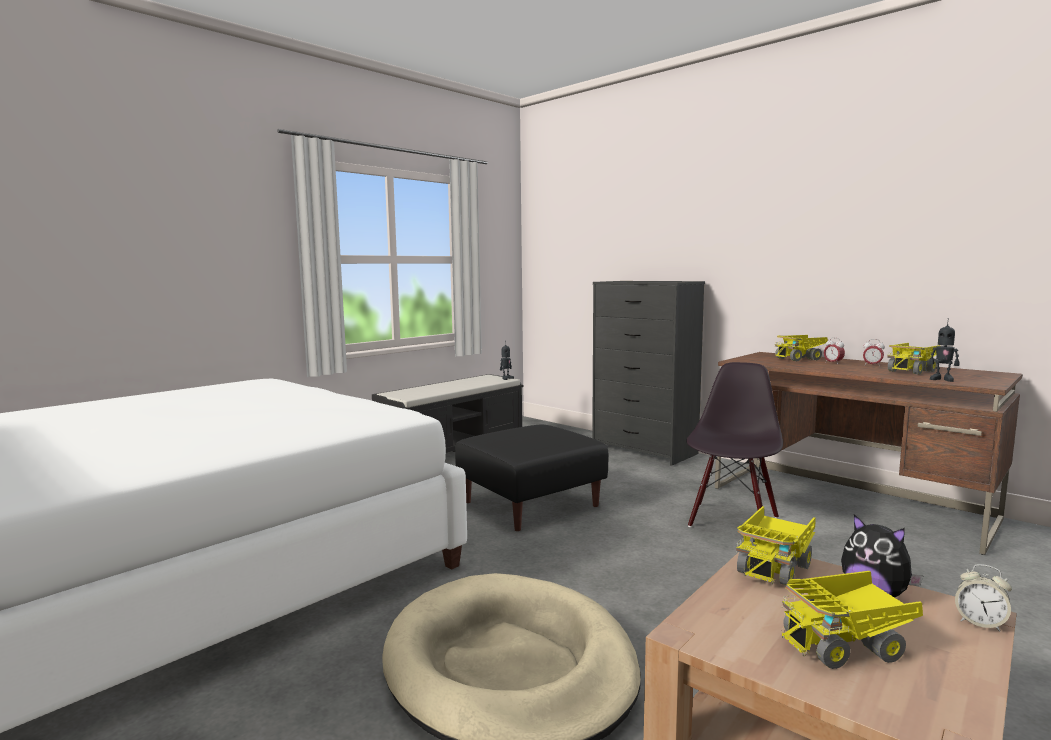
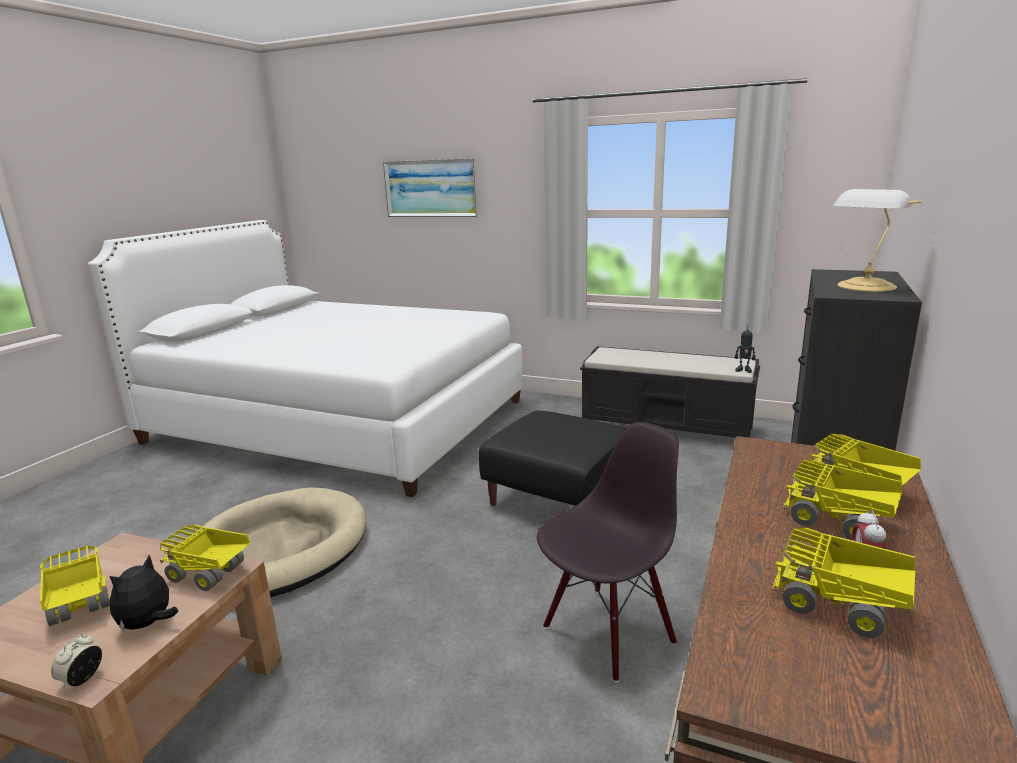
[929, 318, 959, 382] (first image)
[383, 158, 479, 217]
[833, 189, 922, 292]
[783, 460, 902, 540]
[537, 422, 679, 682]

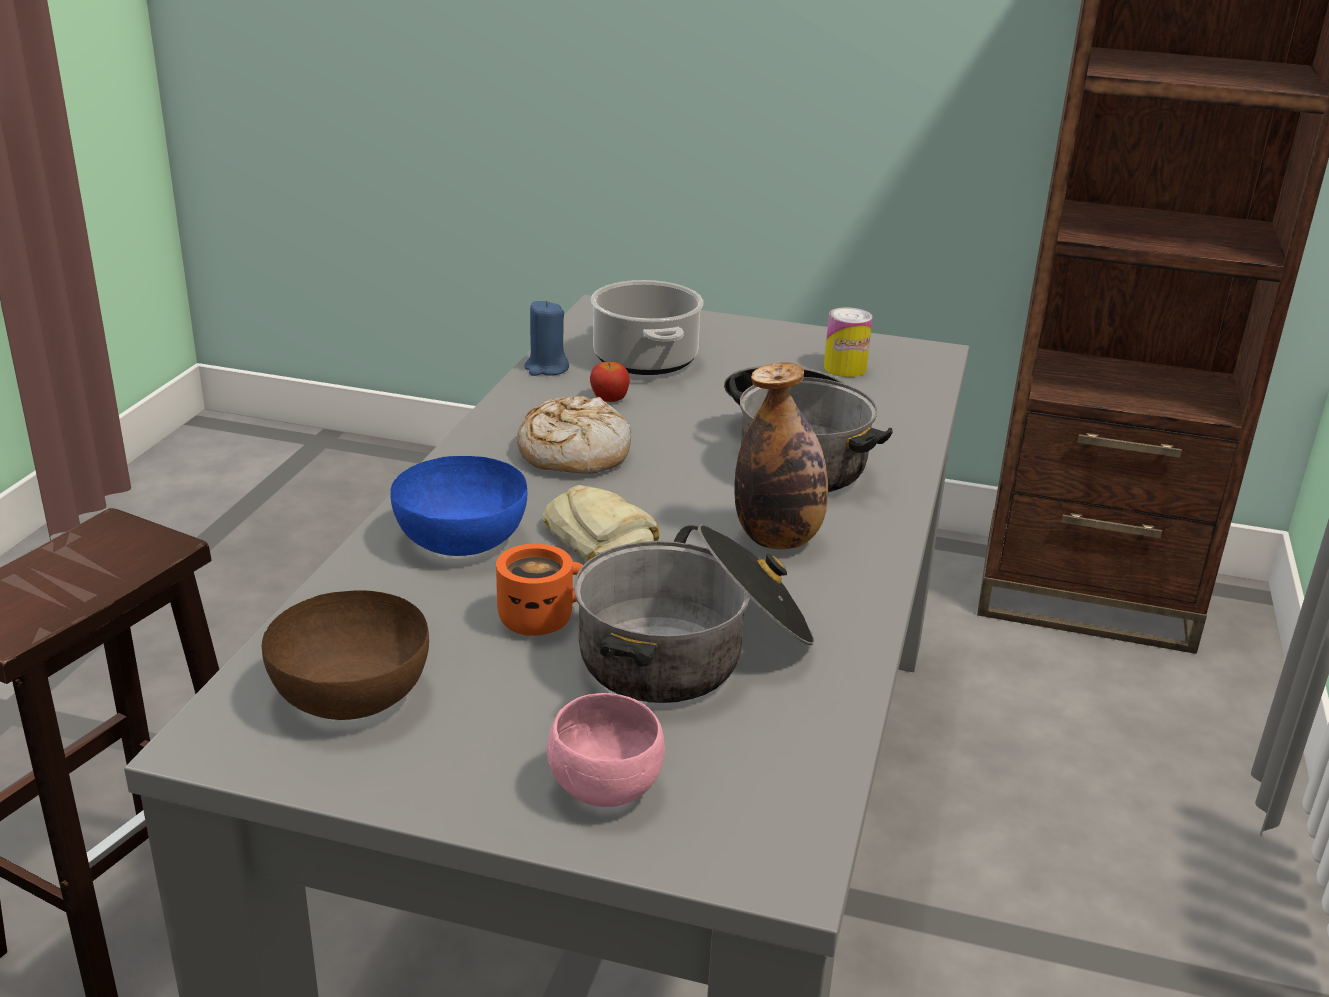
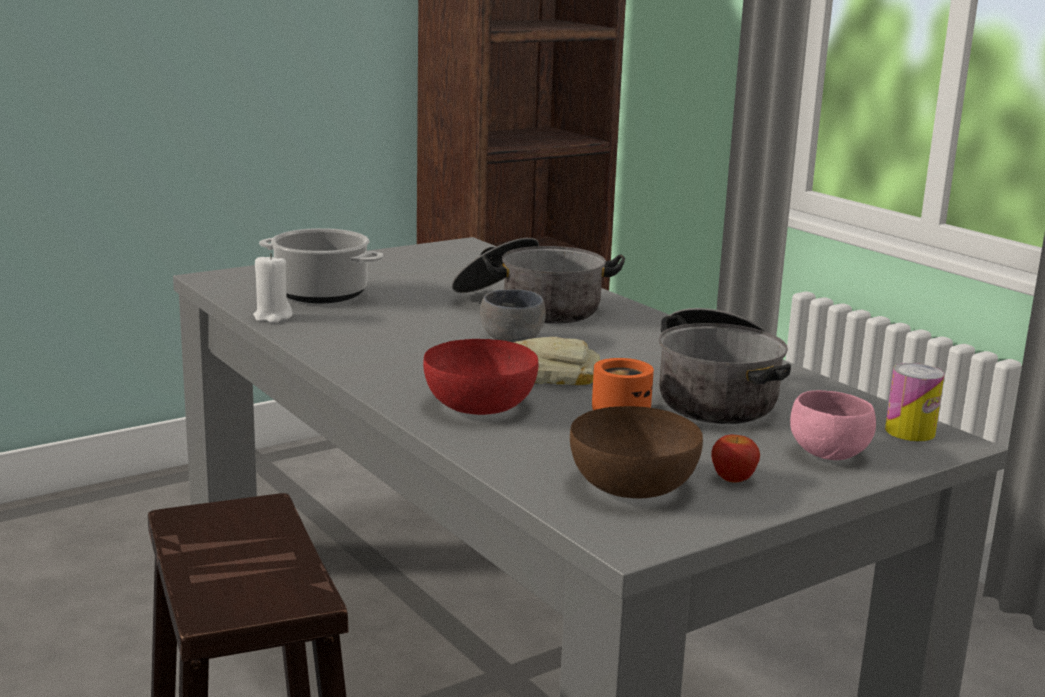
[517, 396, 631, 473] (first image)
[734, 363, 828, 550] (first image)
[480, 289, 546, 342]
[711, 434, 760, 482]
[885, 363, 944, 441]
[423, 339, 539, 415]
[253, 253, 293, 323]

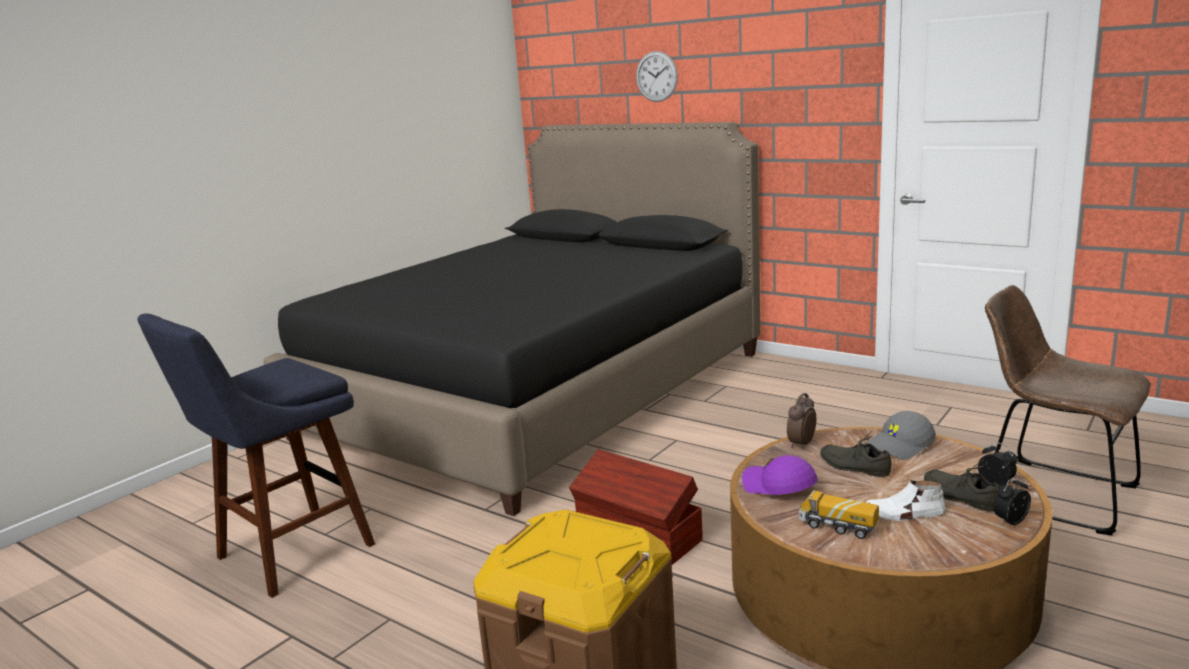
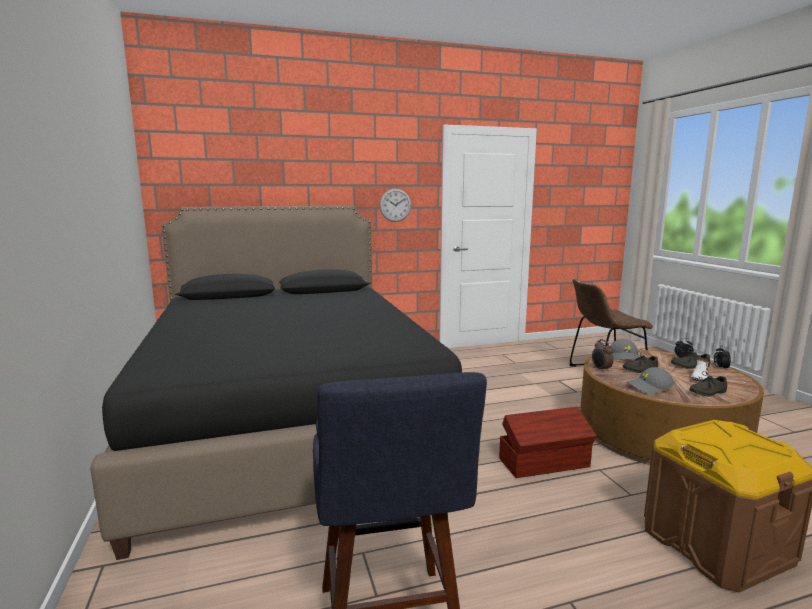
[380, 188, 411, 222]
[689, 369, 727, 397]
[627, 367, 674, 395]

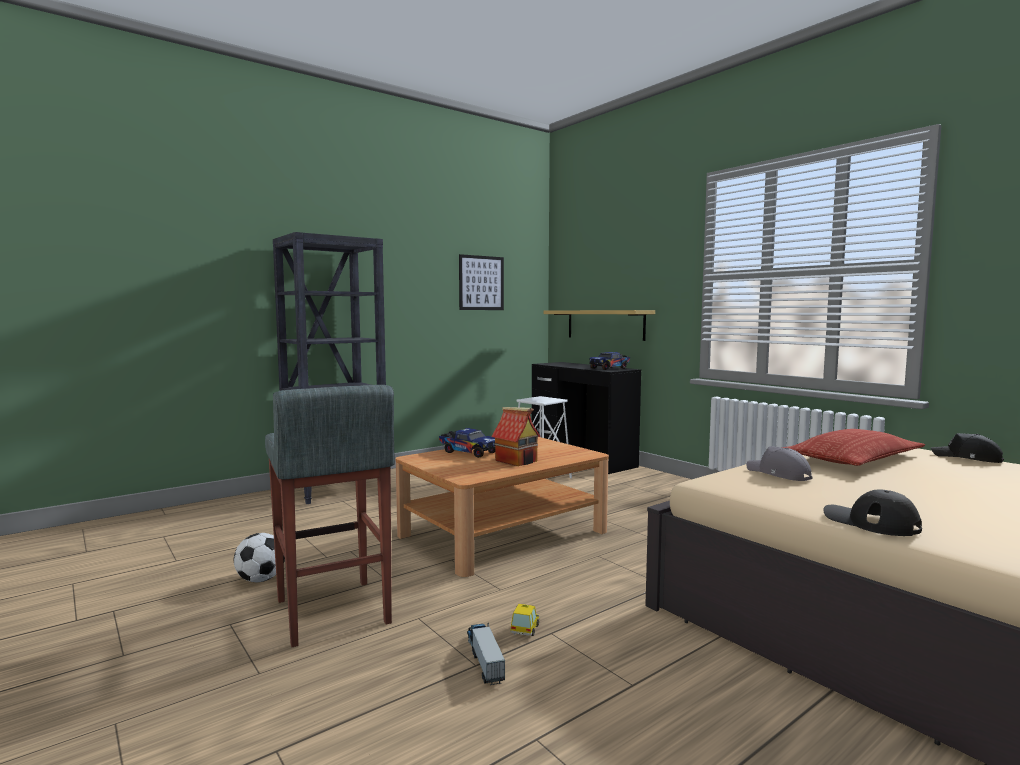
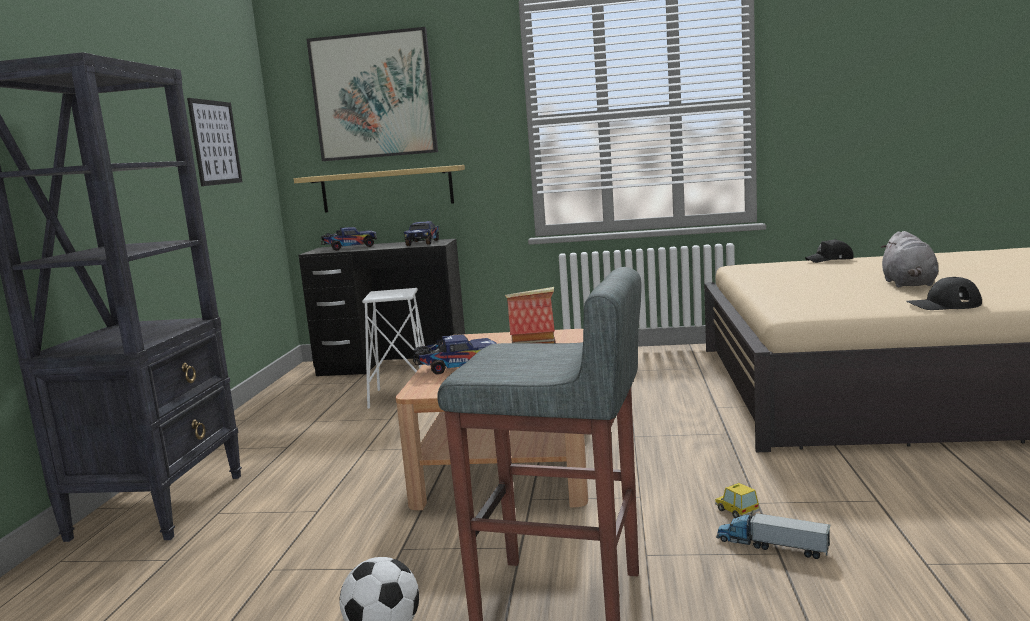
[746, 446, 812, 481] (first image)
[782, 429, 925, 466] (first image)
[307, 27, 438, 161]
[320, 227, 377, 251]
[881, 231, 938, 287]

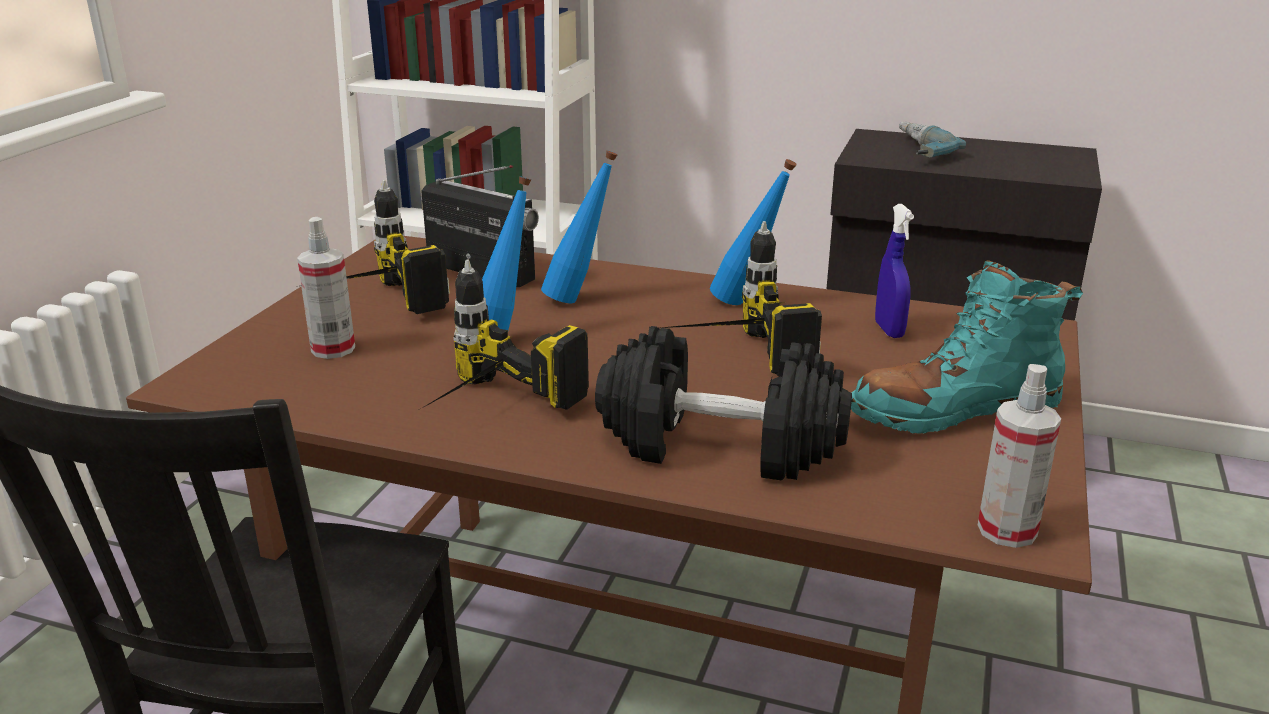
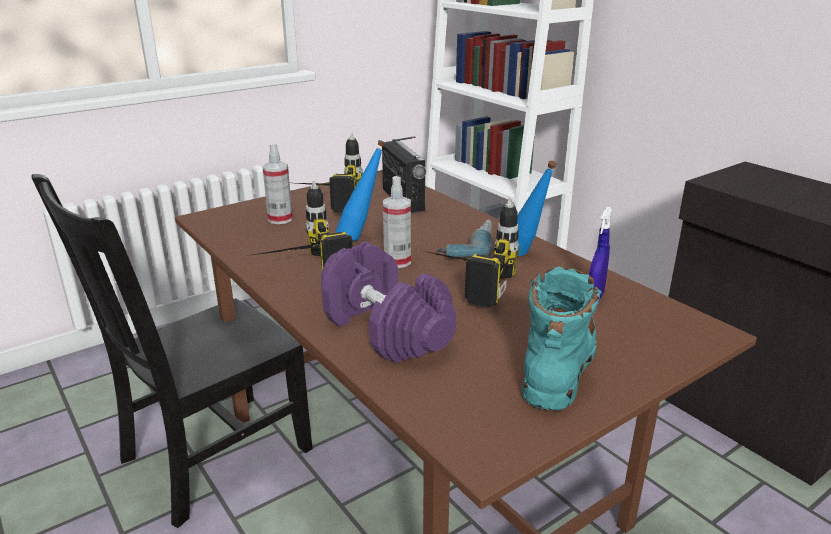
[541, 151, 617, 303] (first image)
[437, 220, 493, 257]
[383, 176, 411, 268]
[321, 242, 456, 363]
[522, 267, 602, 411]

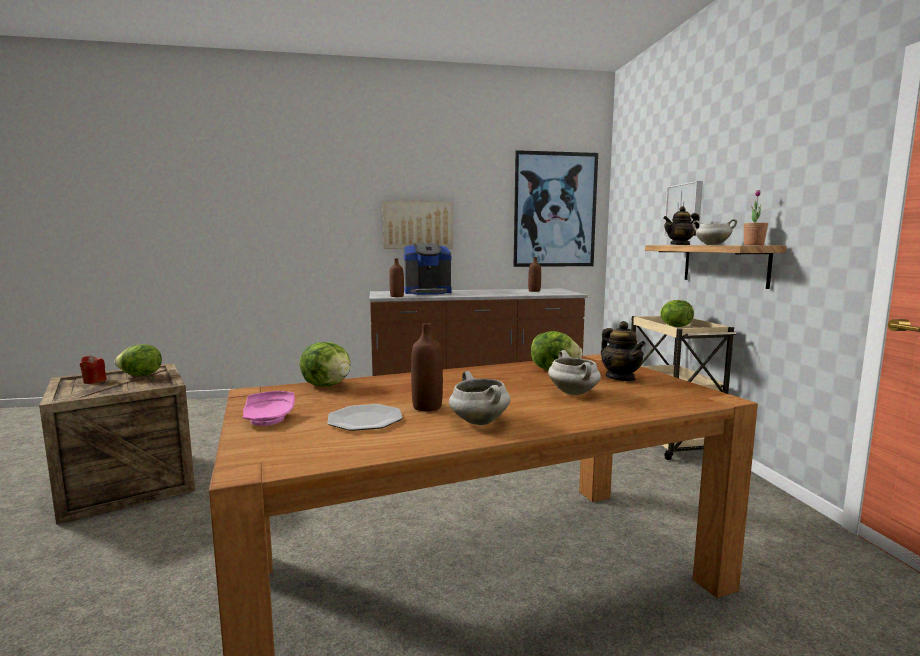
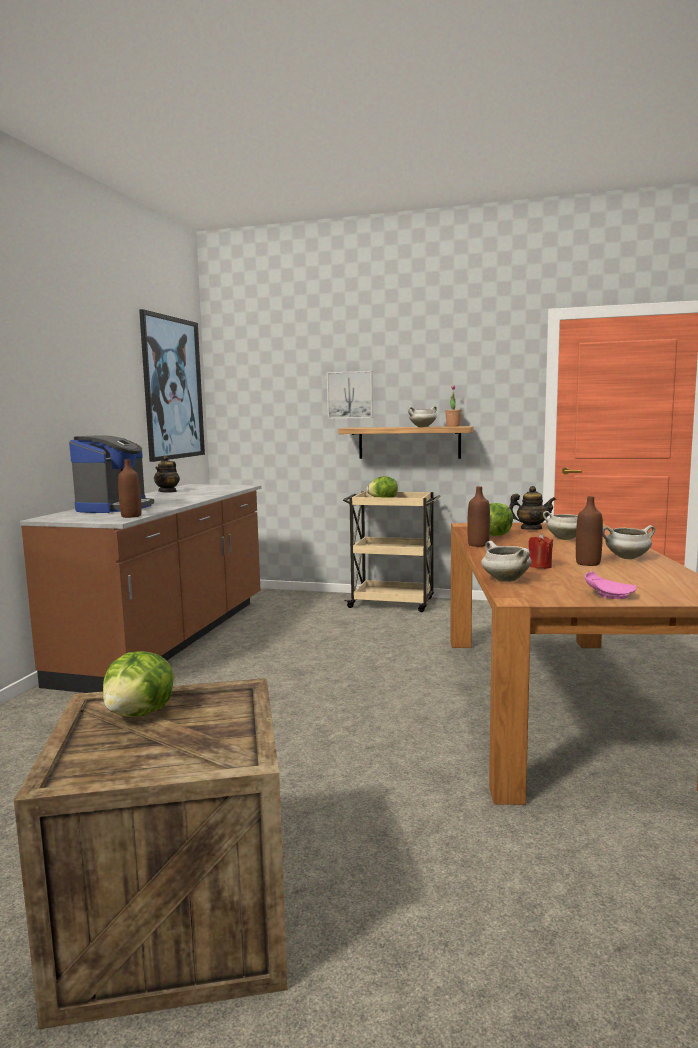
[328, 404, 402, 431] (first image)
[383, 201, 453, 249] (first image)
[529, 533, 553, 569]
[467, 486, 490, 547]
[154, 456, 180, 493]
[481, 541, 532, 582]

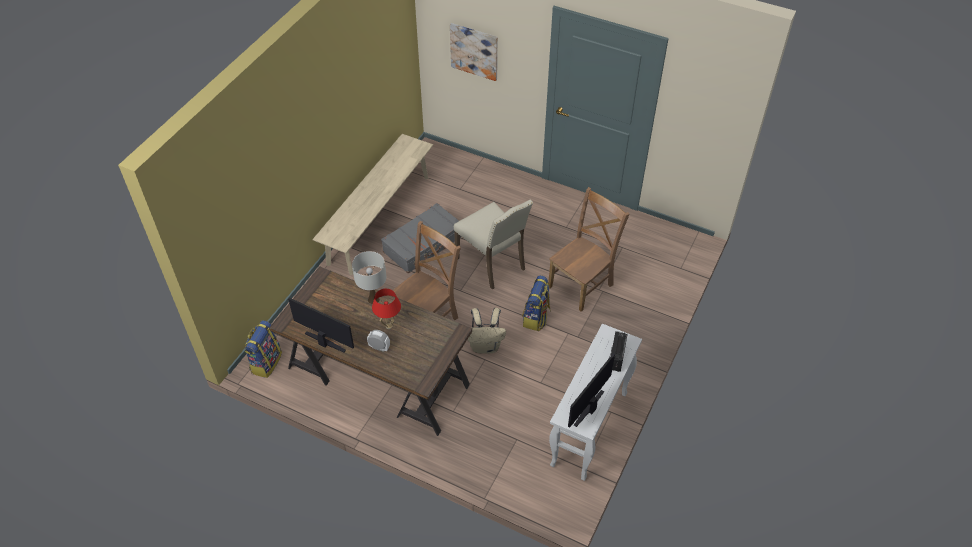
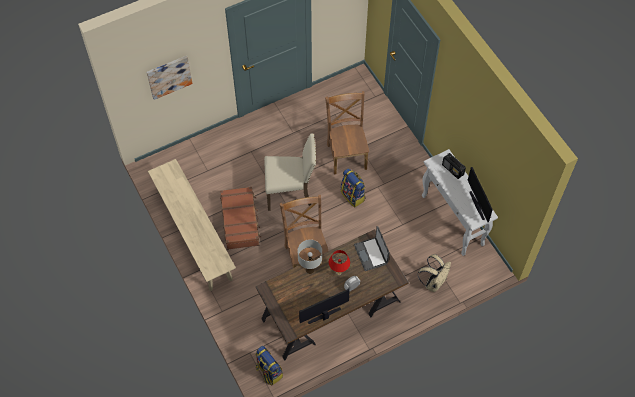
[354, 226, 389, 271]
[418, 254, 451, 292]
[220, 187, 261, 250]

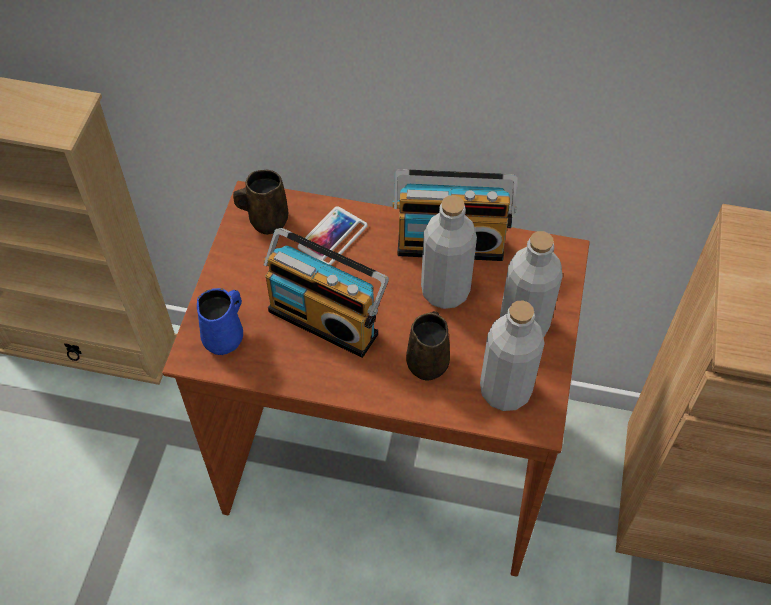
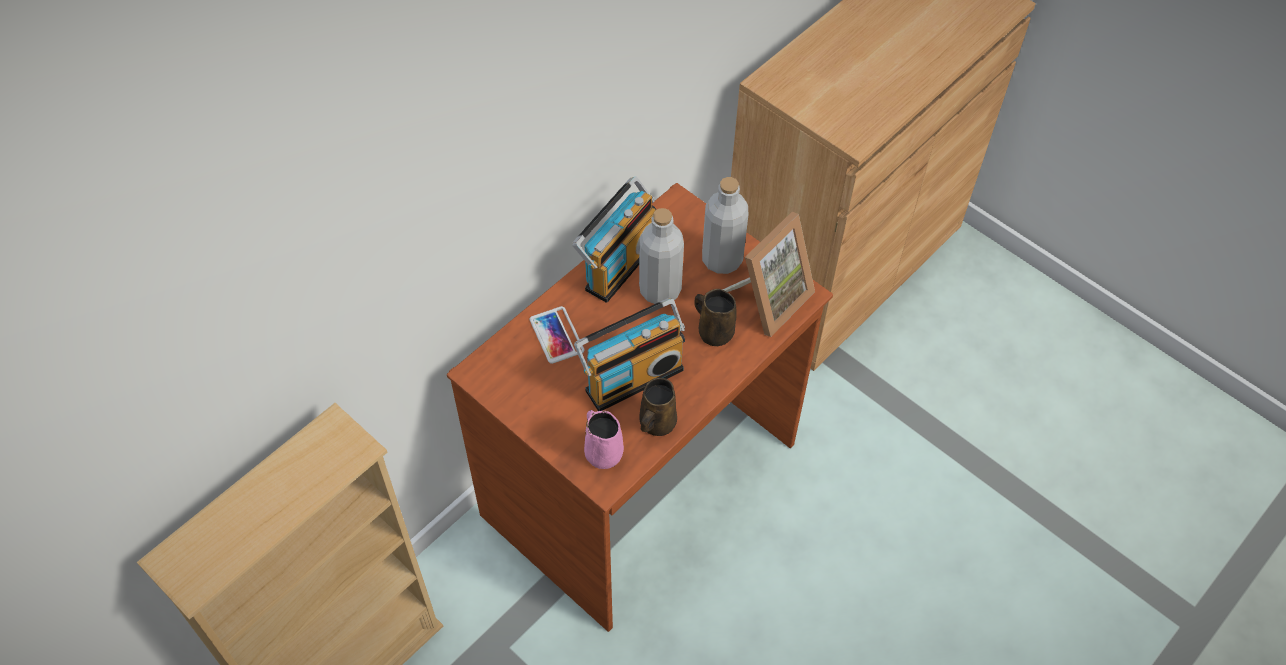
[639, 378, 677, 436]
[722, 212, 815, 337]
[584, 410, 624, 469]

